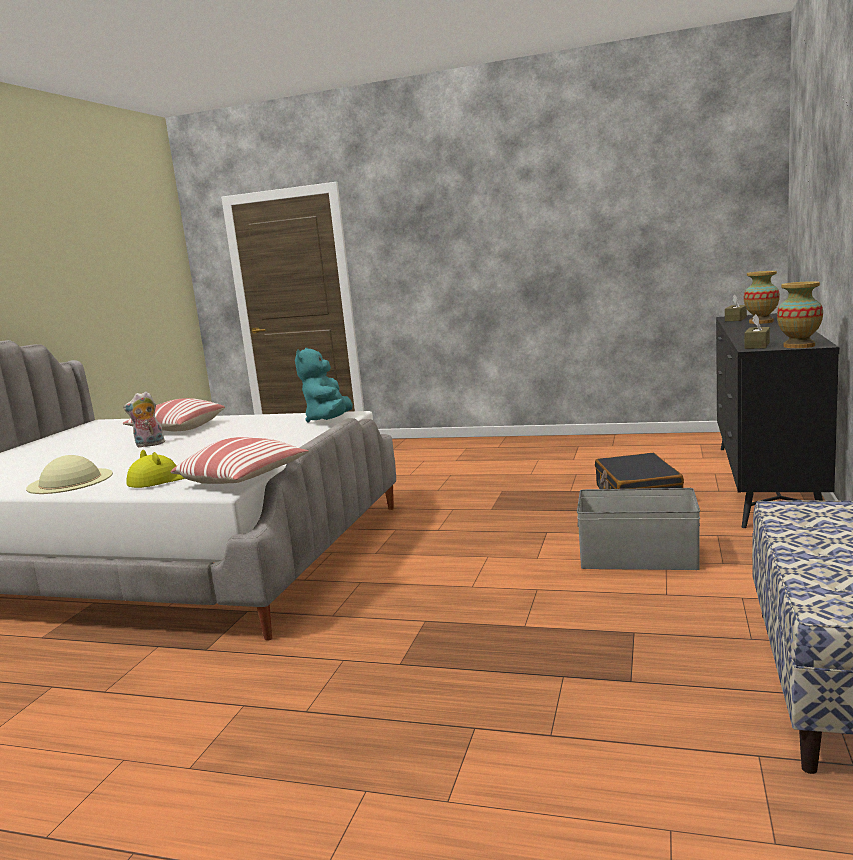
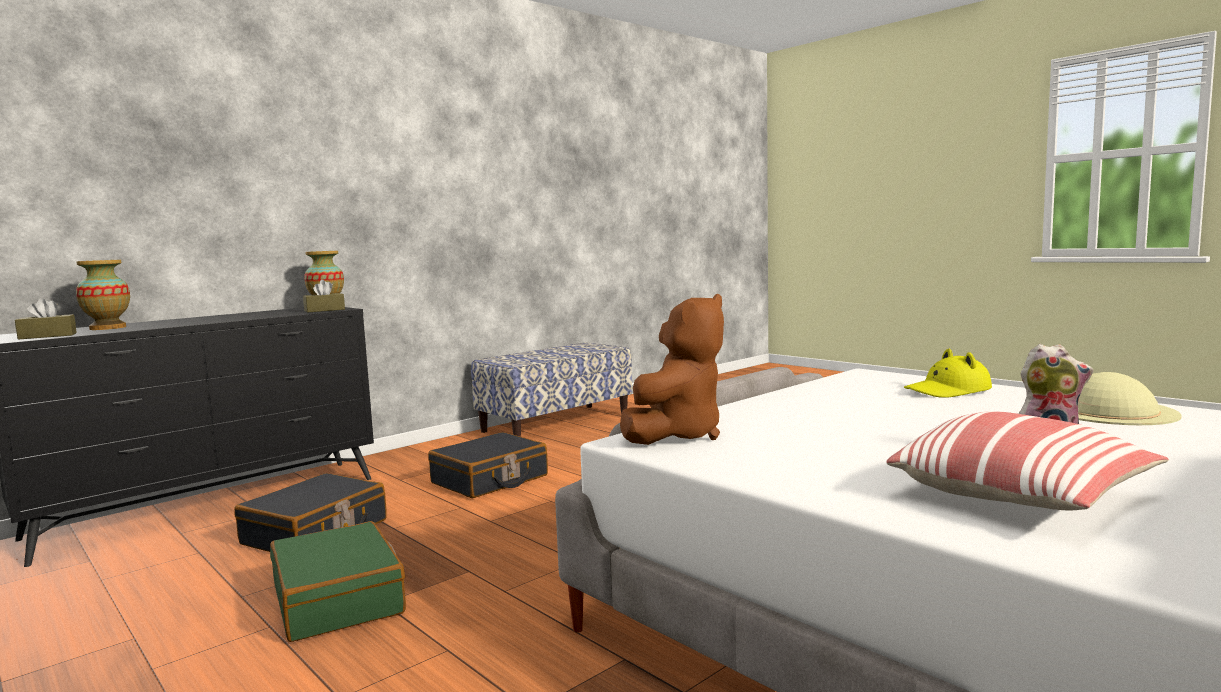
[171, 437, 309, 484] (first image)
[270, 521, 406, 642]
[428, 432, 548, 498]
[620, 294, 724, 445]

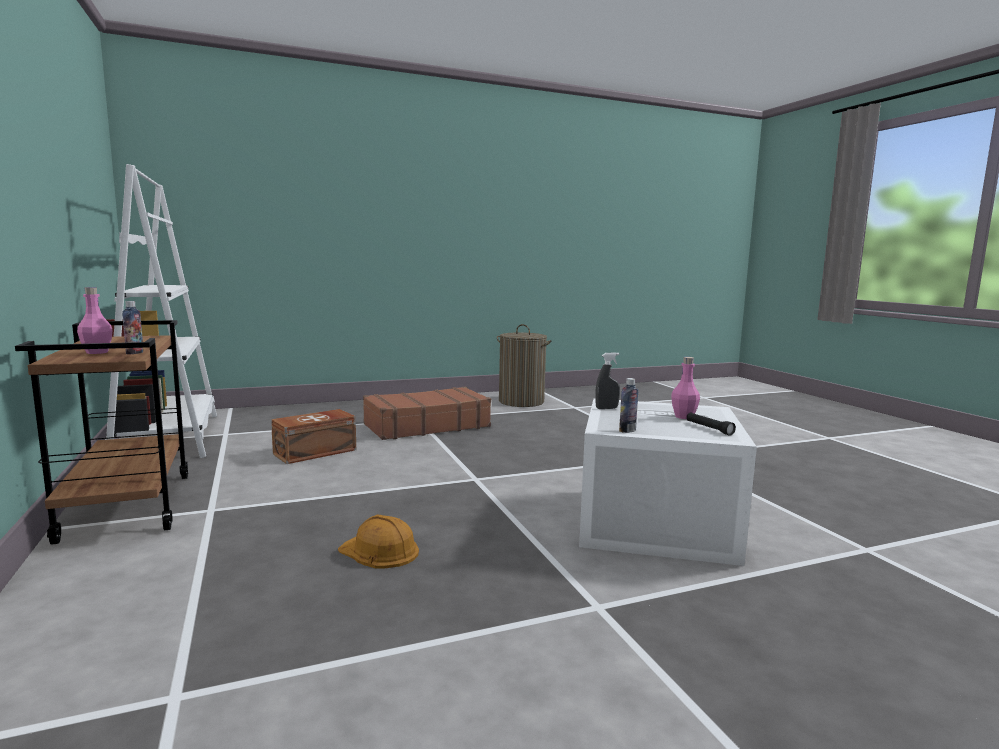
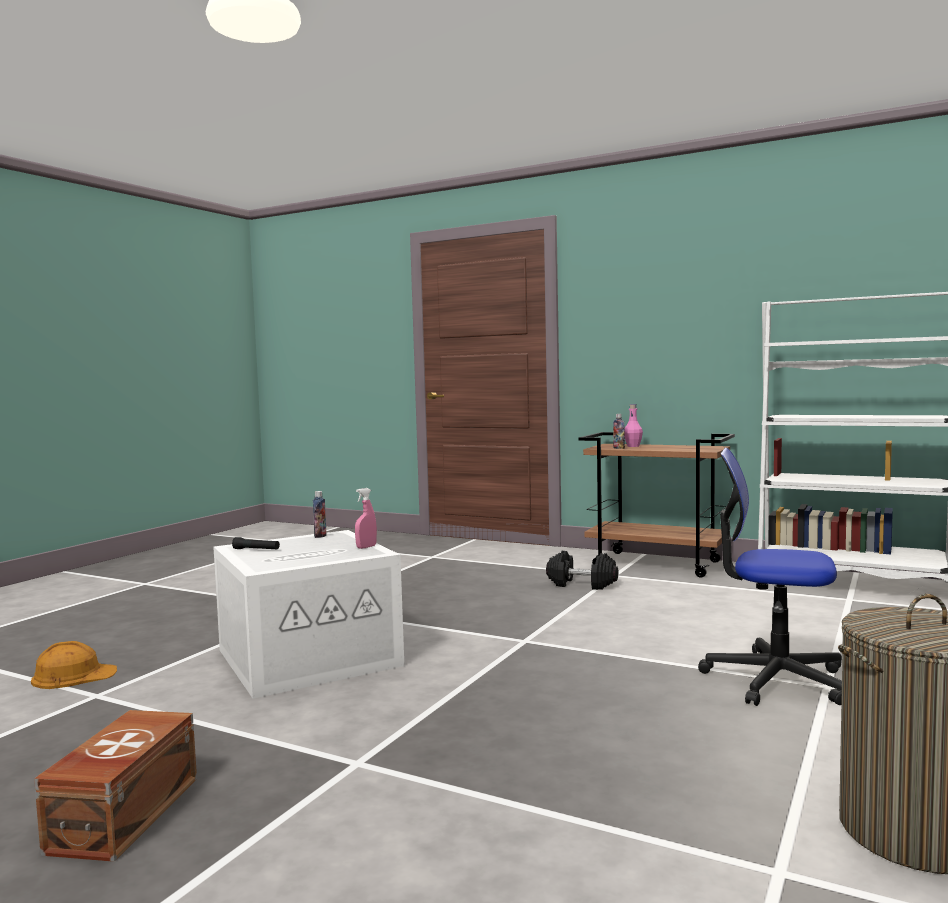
[671, 357, 700, 419] (first image)
[546, 551, 618, 590]
[34, 710, 197, 862]
[31, 641, 117, 689]
[698, 448, 842, 706]
[355, 488, 377, 549]

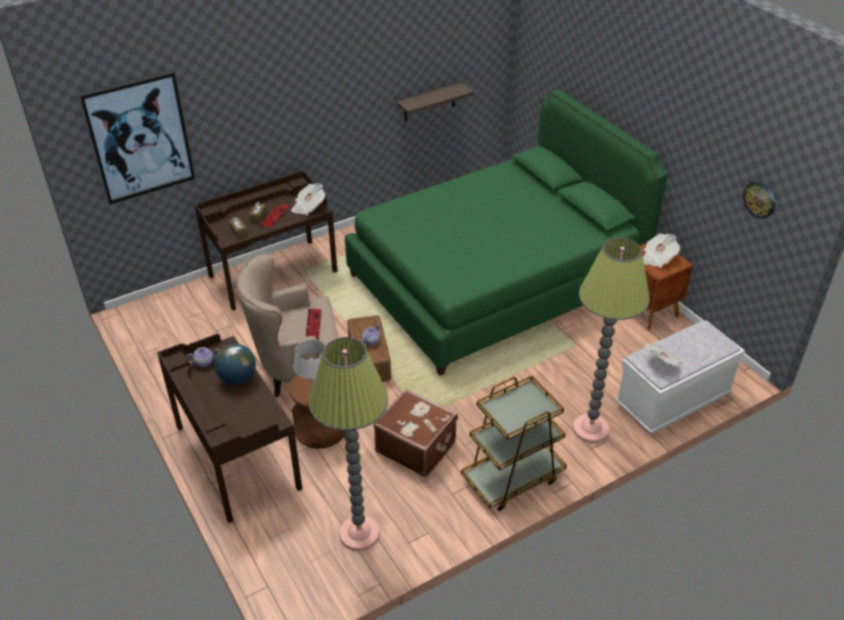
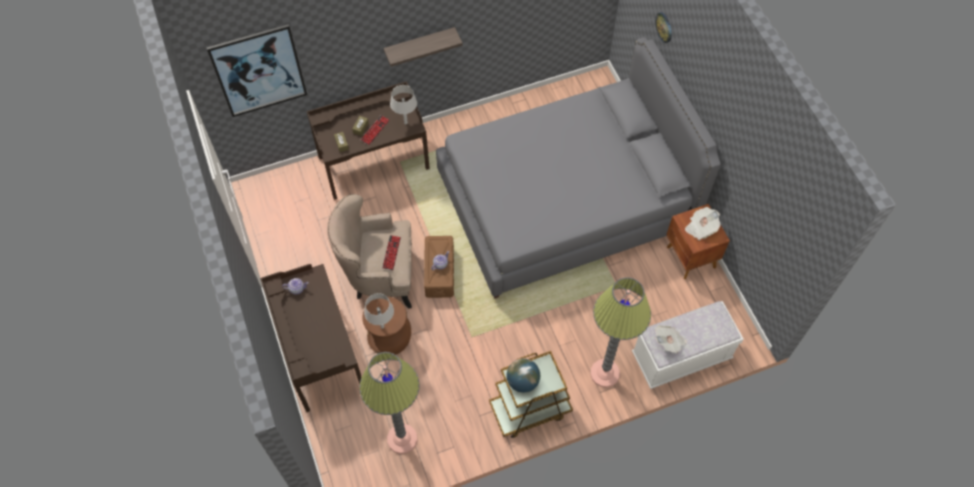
[373, 389, 458, 477] (first image)
[506, 358, 540, 393]
[384, 27, 463, 67]
[655, 12, 672, 43]
[390, 85, 417, 125]
[436, 37, 721, 299]

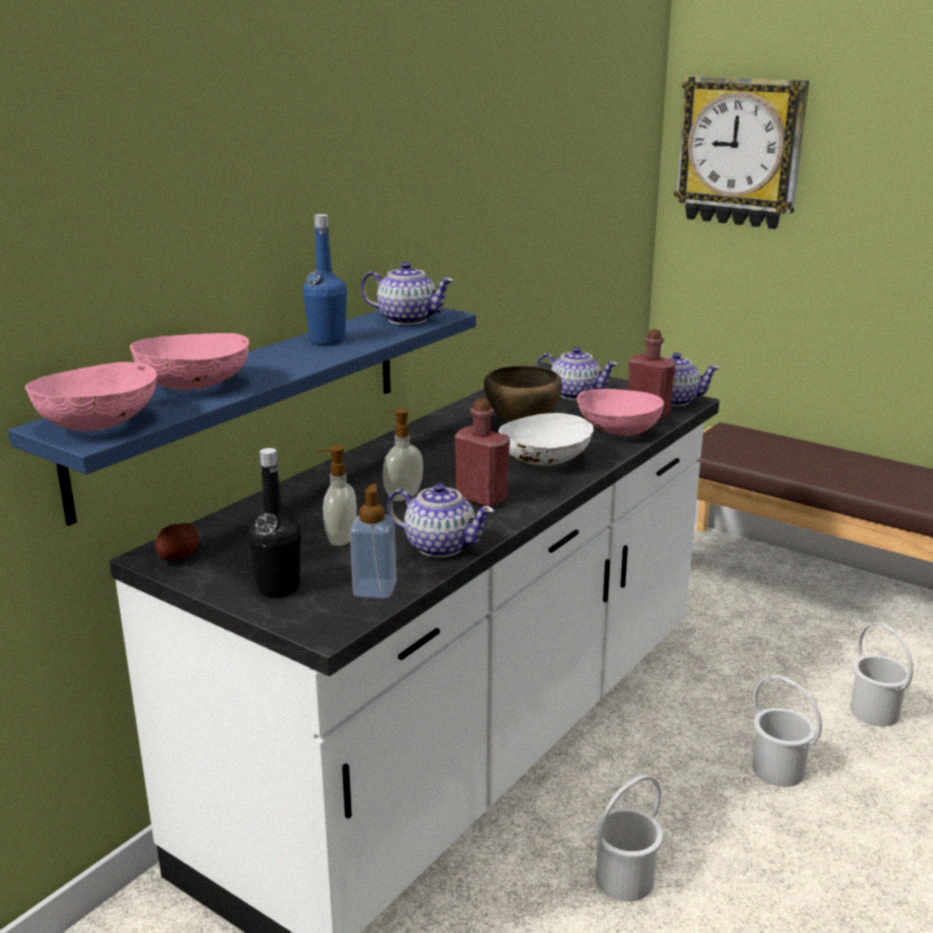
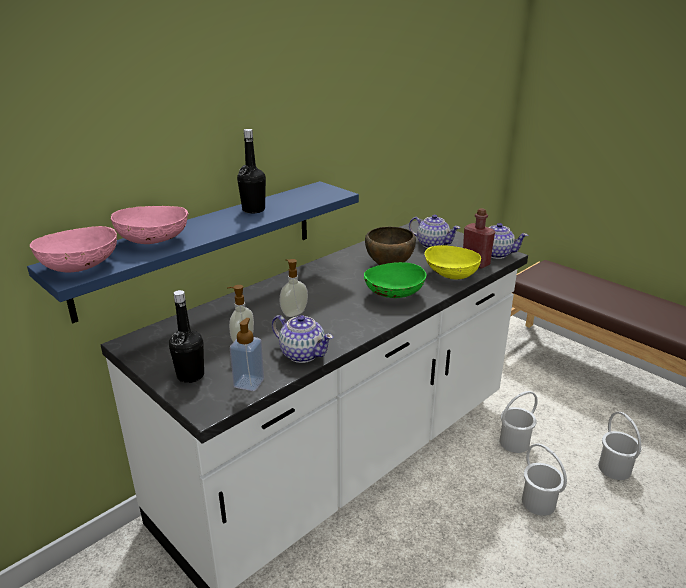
[155, 523, 198, 560] (first image)
[361, 262, 454, 325] (first image)
[455, 399, 510, 508] (first image)
[674, 76, 809, 229] (first image)
[499, 391, 538, 453]
[237, 129, 266, 214]
[364, 262, 426, 298]
[424, 245, 481, 279]

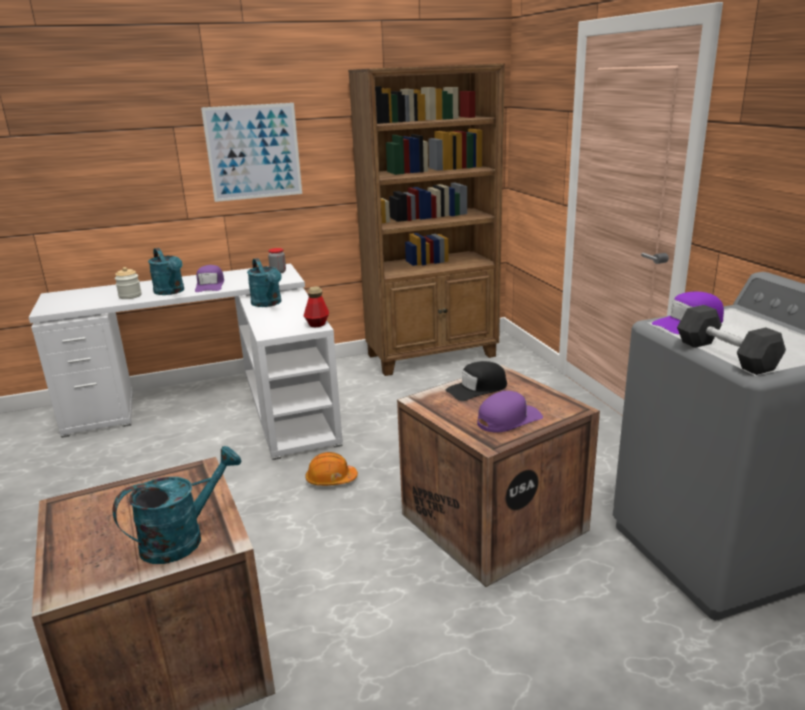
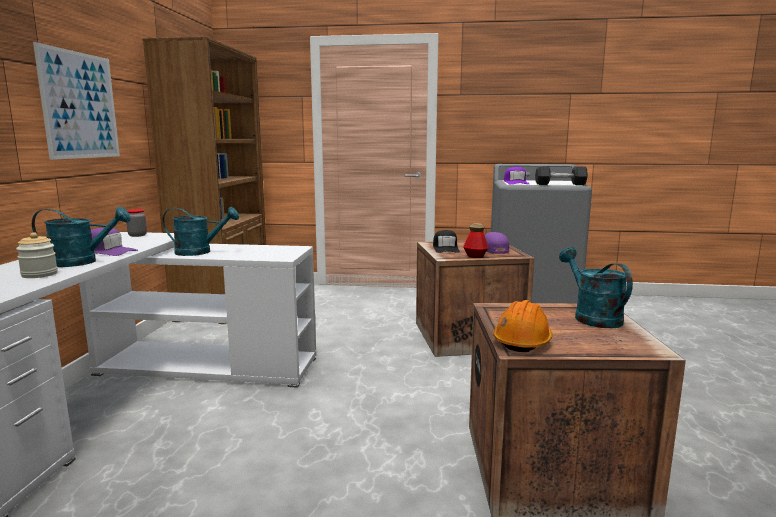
[463, 223, 489, 258]
[493, 300, 553, 352]

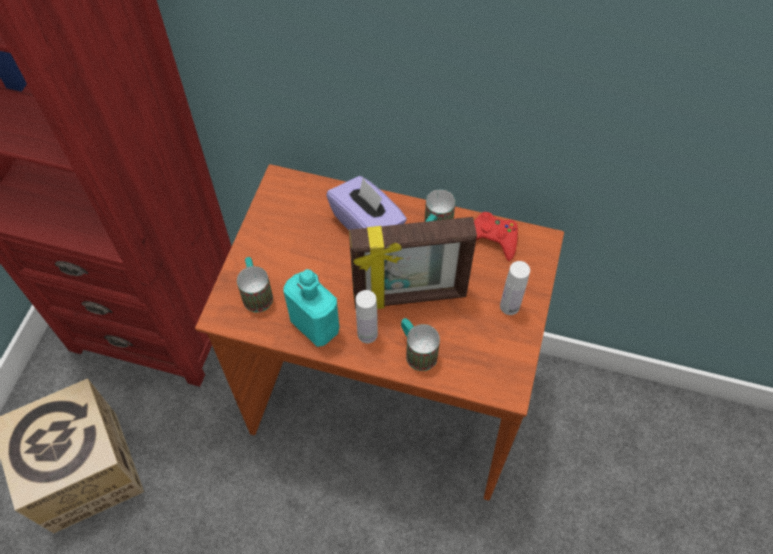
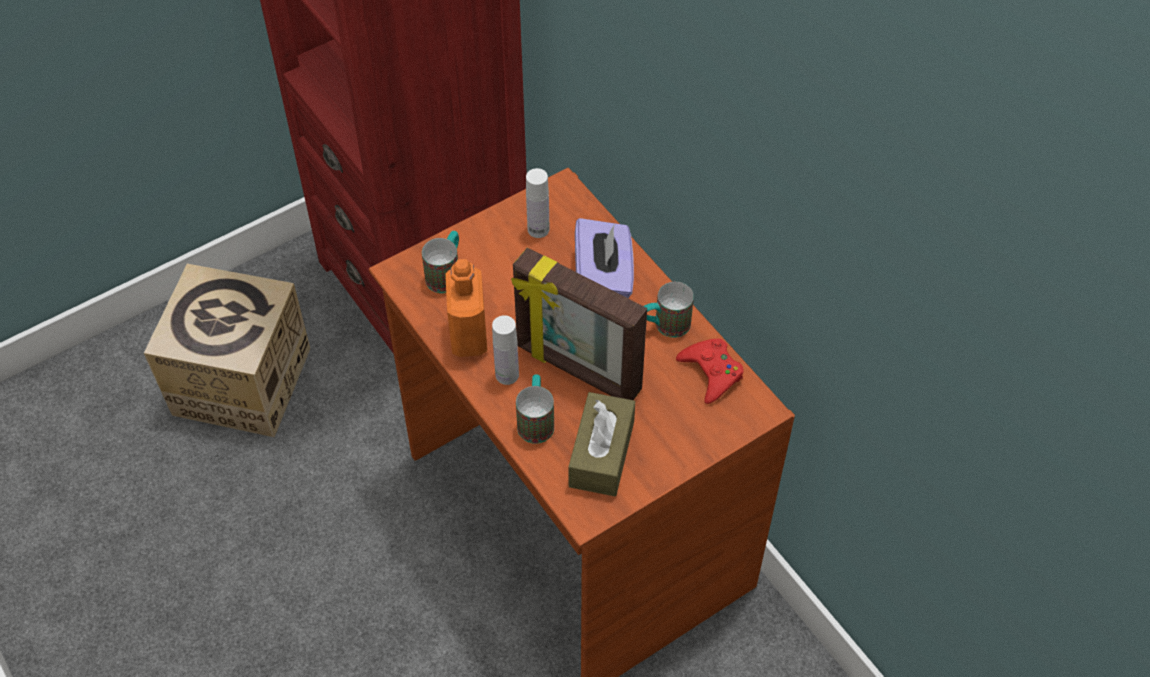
[569, 392, 635, 496]
[526, 168, 549, 238]
[445, 259, 487, 357]

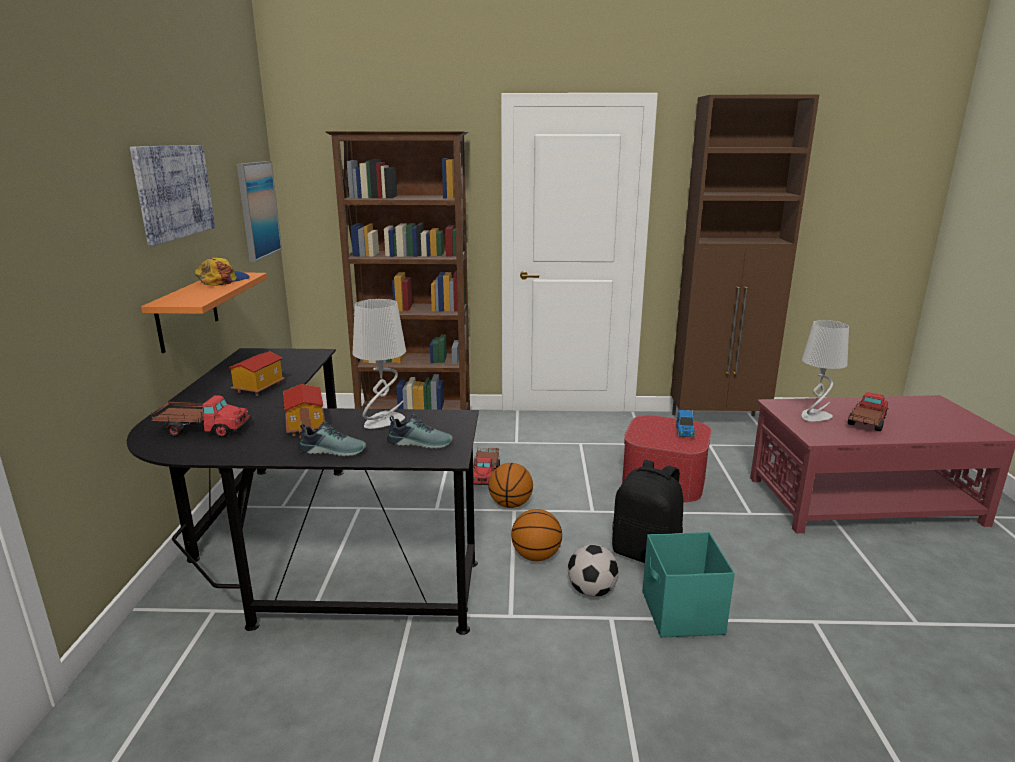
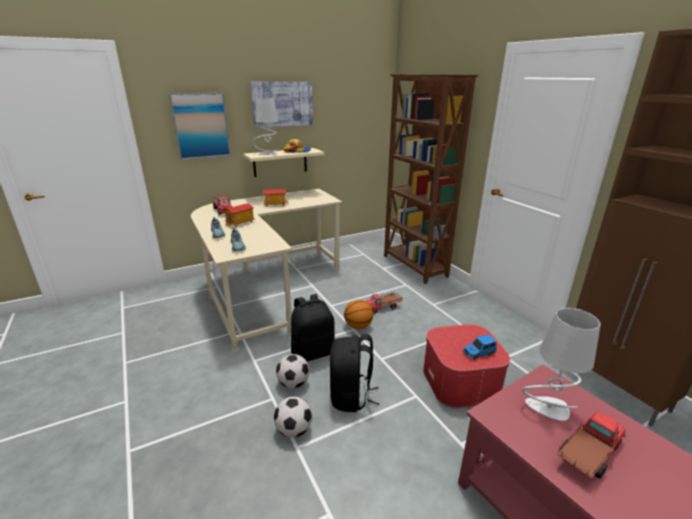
[169, 93, 231, 160]
[253, 98, 278, 155]
[291, 294, 335, 362]
[274, 397, 312, 438]
[191, 189, 342, 352]
[243, 148, 324, 177]
[557, 412, 626, 478]

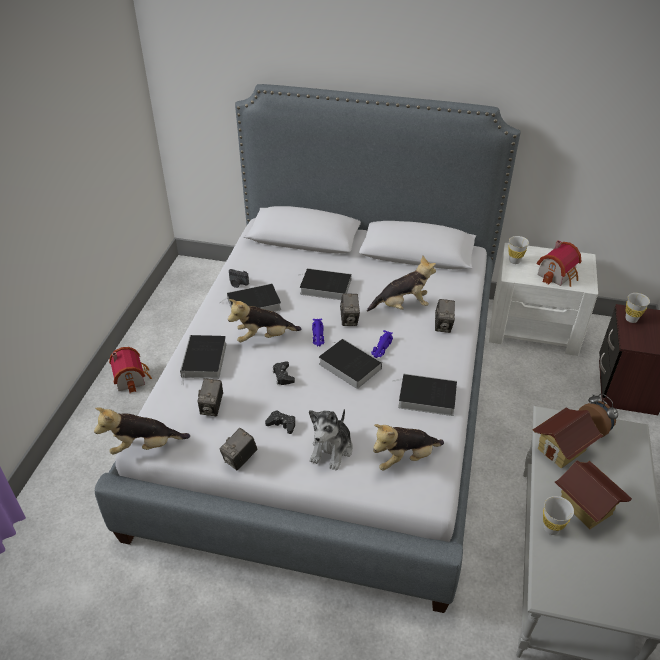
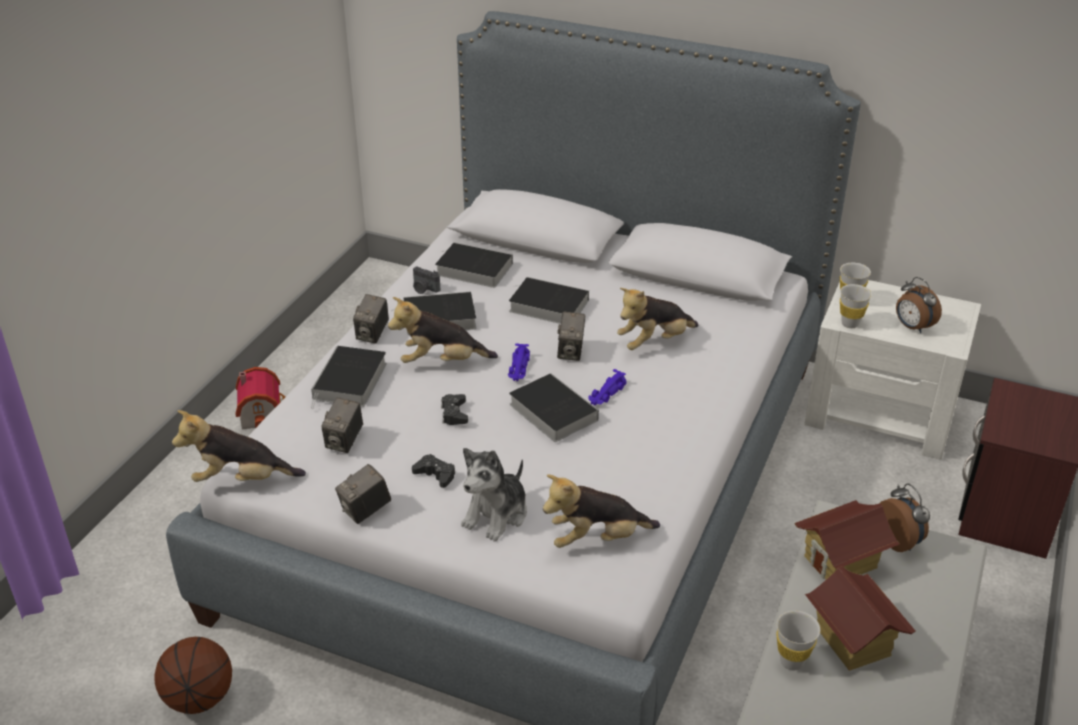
[155, 637, 232, 714]
[435, 242, 513, 288]
[353, 294, 389, 344]
[840, 284, 872, 328]
[896, 277, 942, 333]
[617, 288, 699, 350]

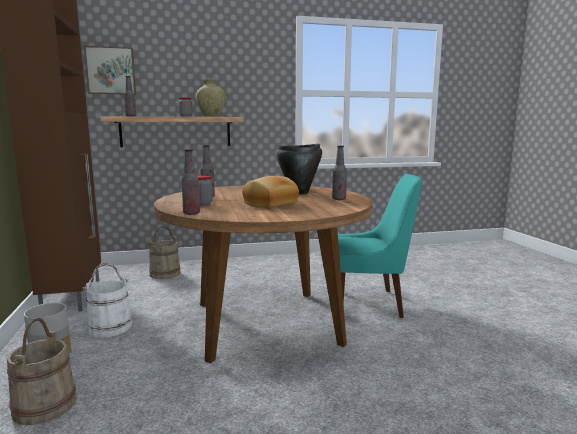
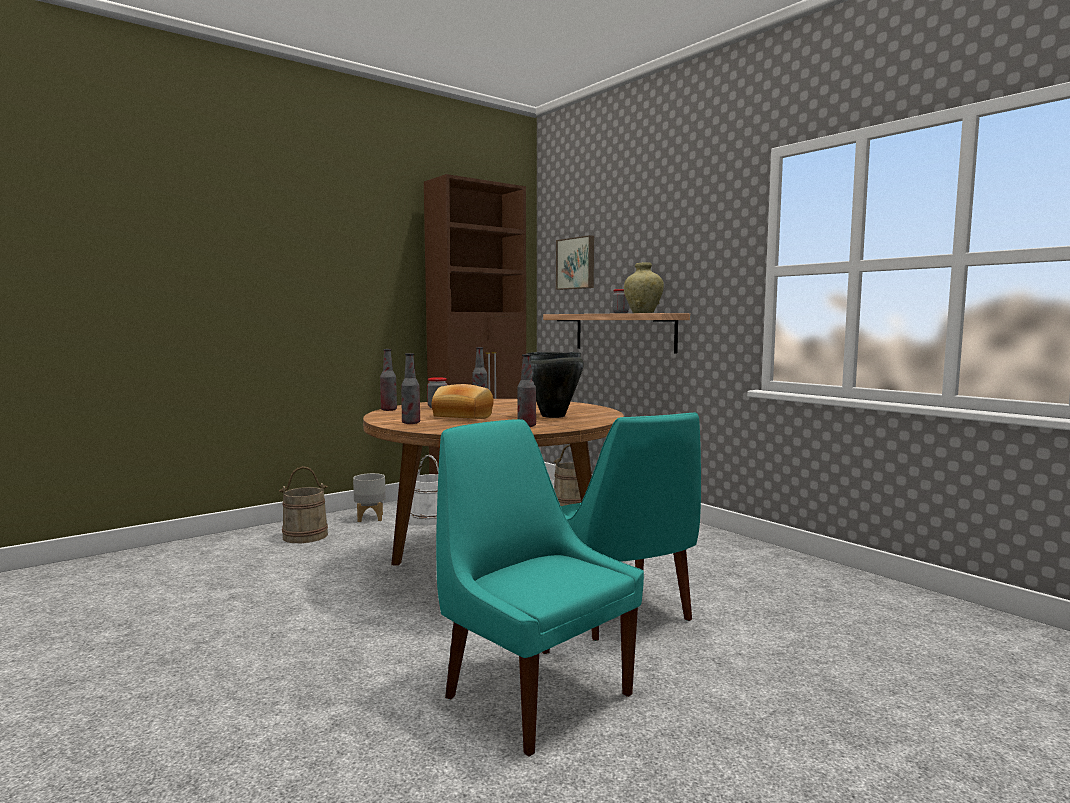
[436, 419, 644, 757]
[401, 353, 420, 424]

